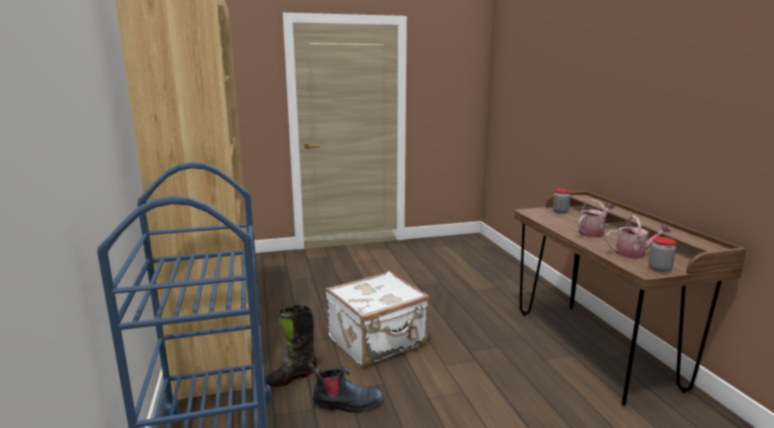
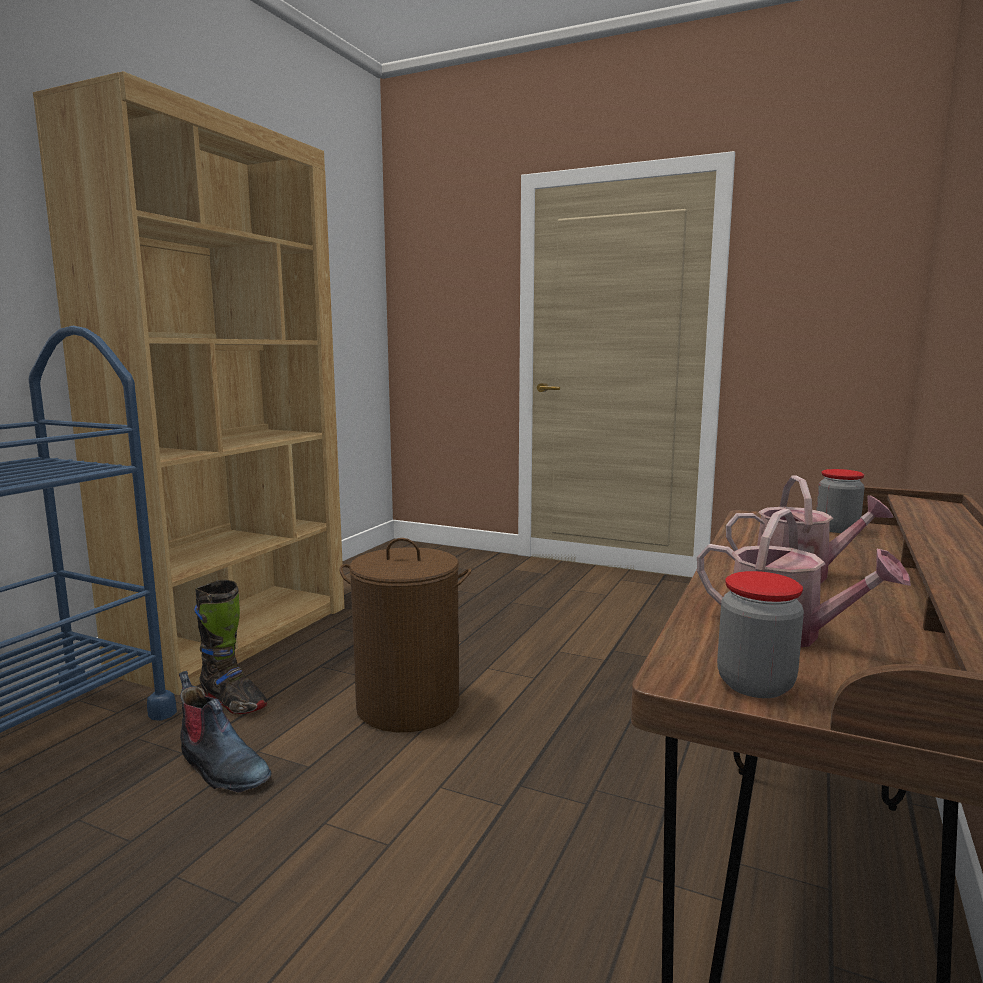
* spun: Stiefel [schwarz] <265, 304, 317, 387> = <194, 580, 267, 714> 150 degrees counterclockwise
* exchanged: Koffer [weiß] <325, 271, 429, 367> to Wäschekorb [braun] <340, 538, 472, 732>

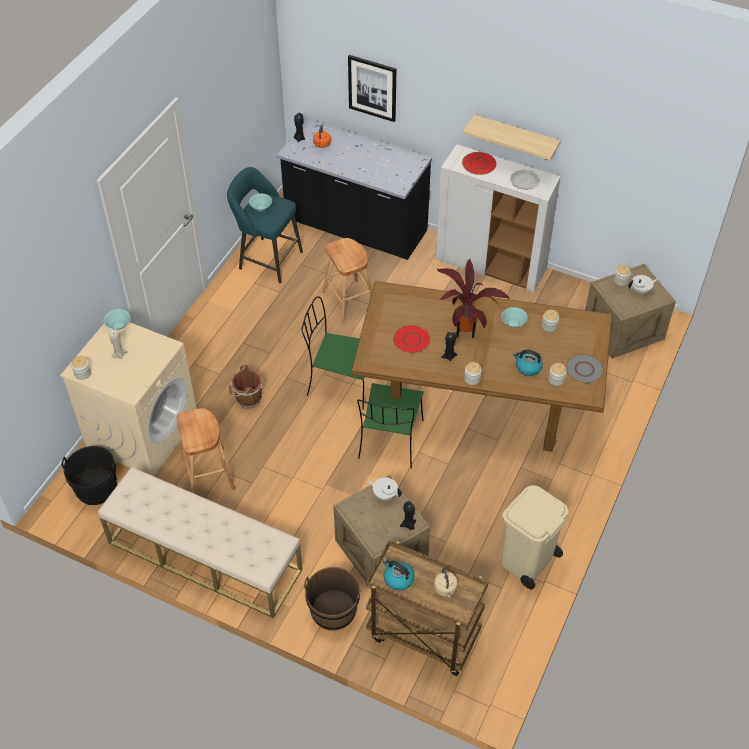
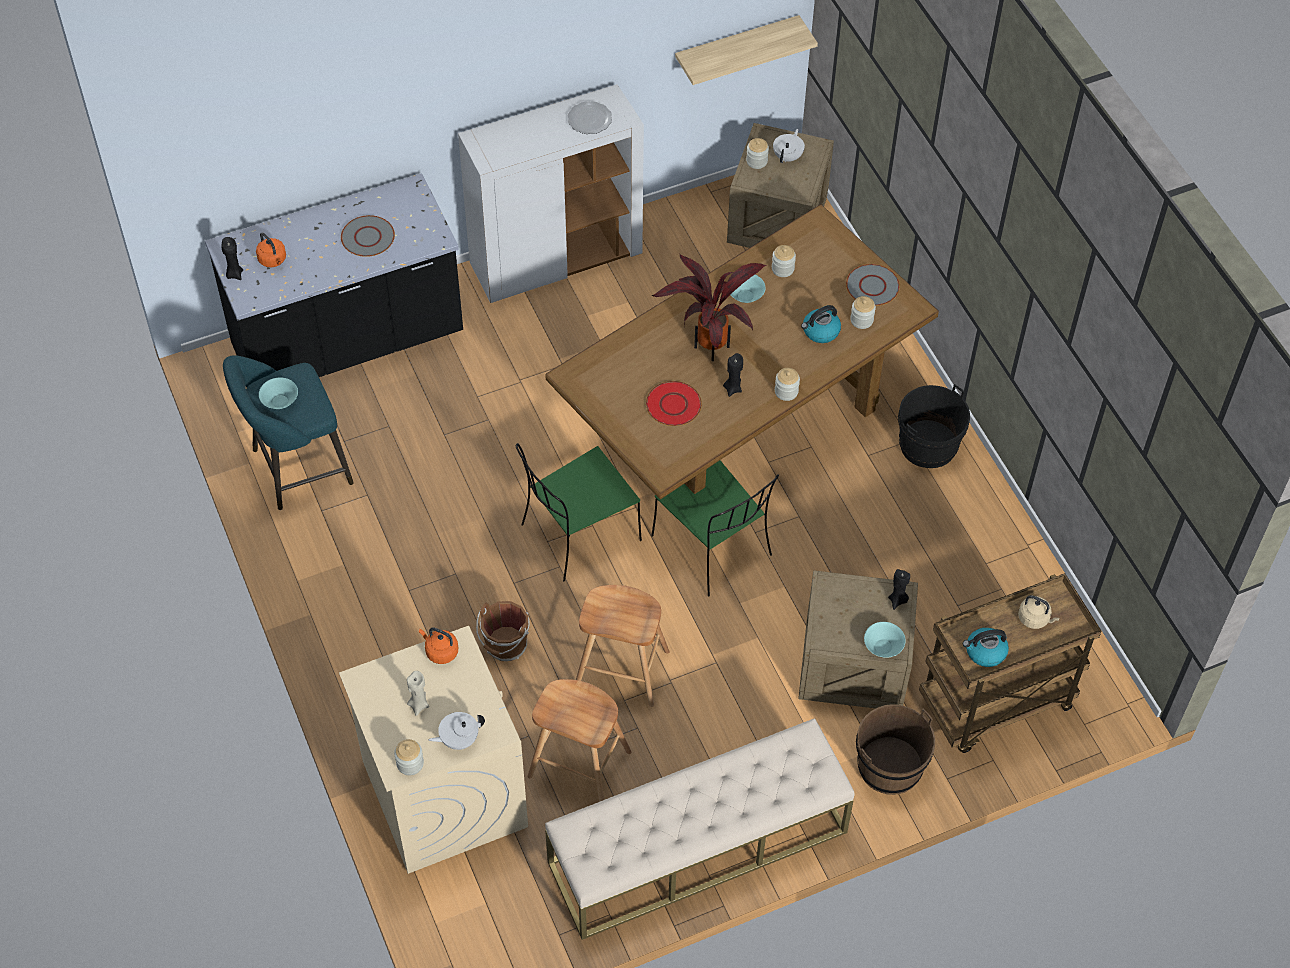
* relocated: Eimer [schwarz] <61, 446, 117, 505> to <898, 384, 970, 468>
* relocated: Schüssel [türkis] <103, 309, 131, 330> to <864, 622, 906, 658>
* relocated: Hocker [braun] <322, 238, 372, 323> to <576, 585, 669, 707>
* missing: Bild <348, 55, 396, 122>
* relocated: Teekanne [weiß] <368, 477, 402, 501> to <429, 712, 485, 750>
* missing: Teller [rot] <462, 152, 497, 175>
* relocated: Wandregal <463, 115, 561, 160> to <675, 15, 818, 85>
* missing: Mülleimer [beige] <501, 485, 568, 590>
* appeared: Teller [grau] <341, 215, 395, 257>
* appeared: Wasserkessel [orange] <419, 628, 458, 664>

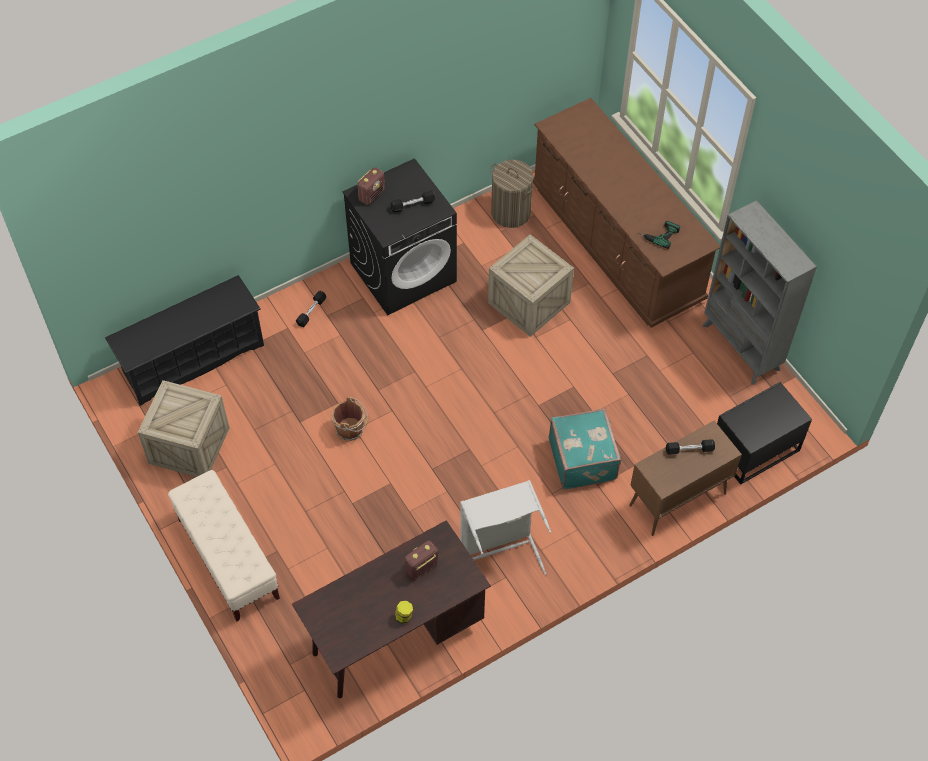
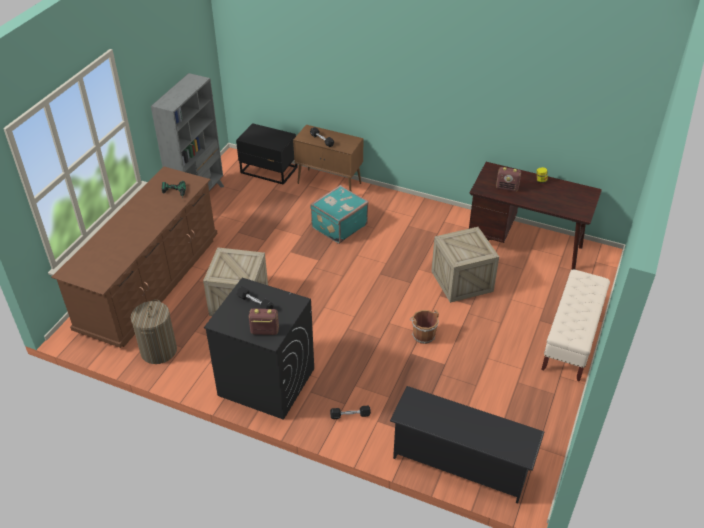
* relocated: Kiste <138, 380, 230, 477> to <431, 227, 499, 303>
* missing: Wäschekorb [grau] <460, 480, 551, 575>

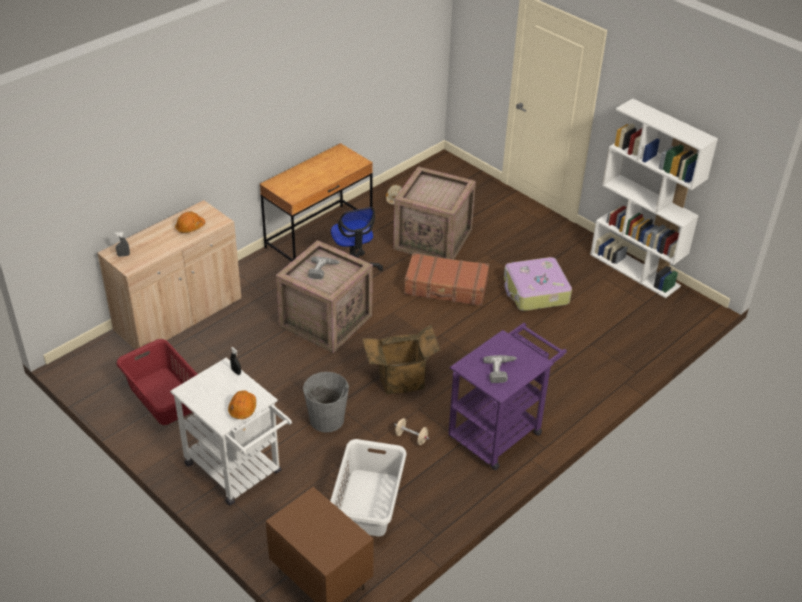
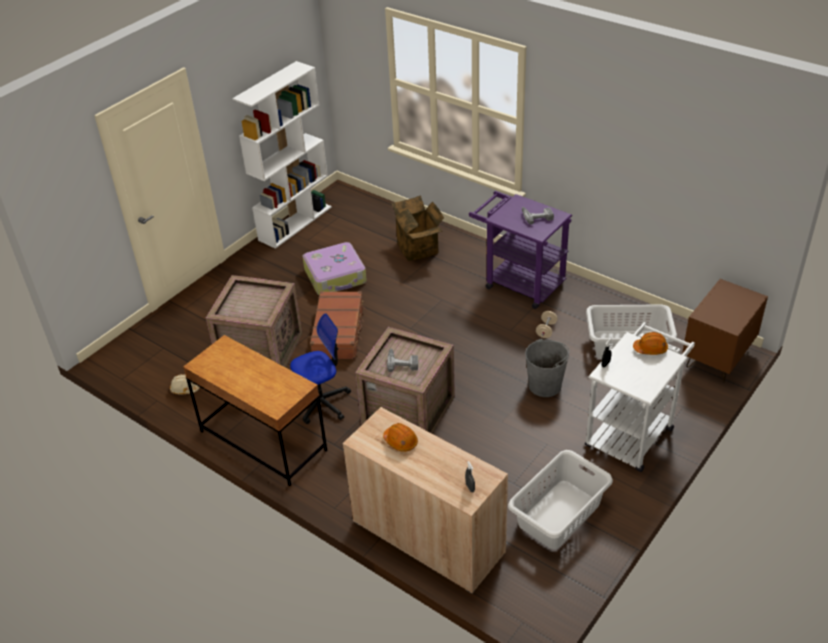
* colour: Wäschekorb [rot] <116, 339, 198, 425> to Wäschekorb [weiß] <508, 450, 613, 549>
* relocated: Karton <362, 325, 440, 394> to <391, 195, 444, 261>

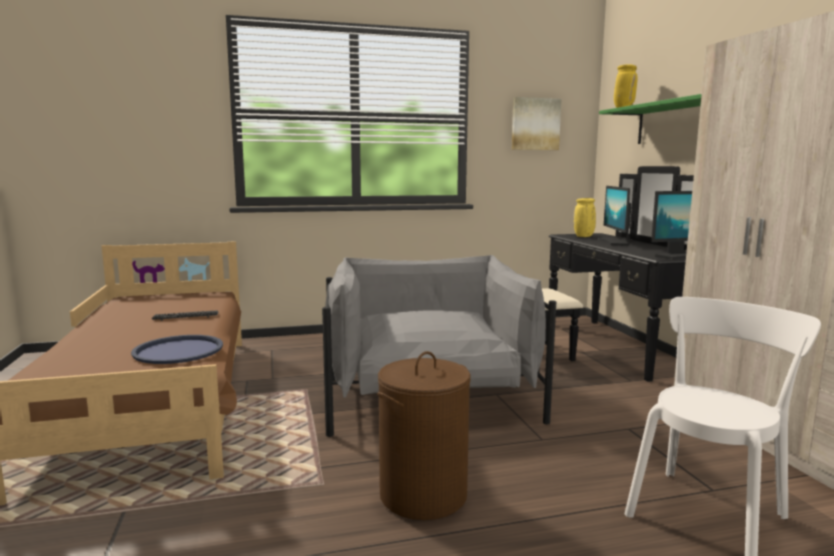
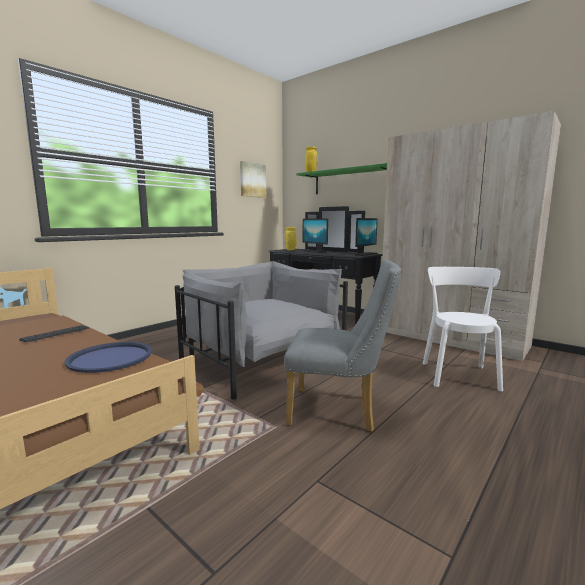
* exchanged: Wäschekorb [braun] <377, 351, 471, 520> to Stuhl [grau] <284, 260, 402, 432>

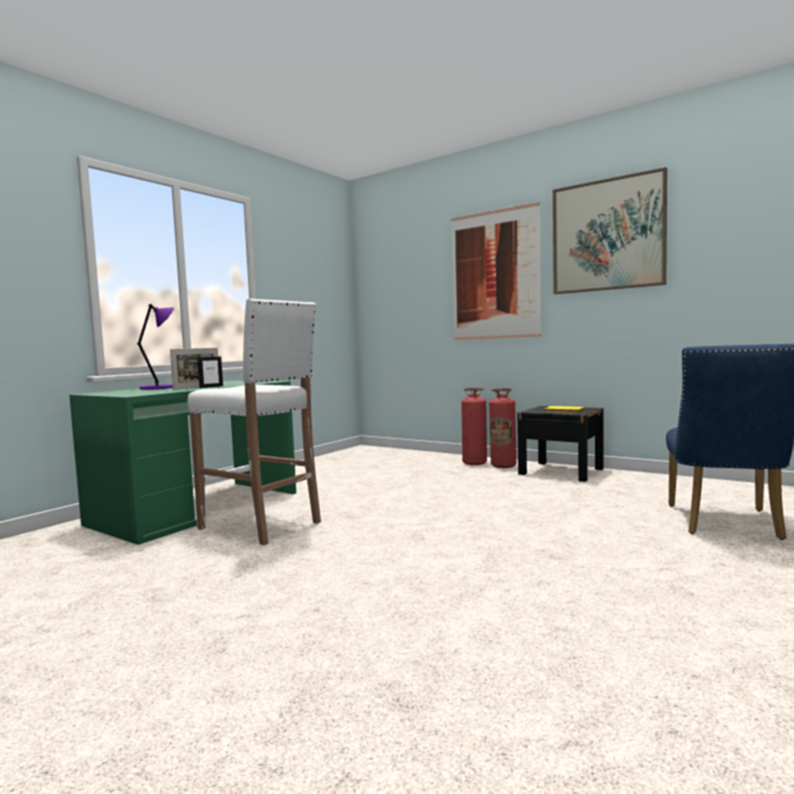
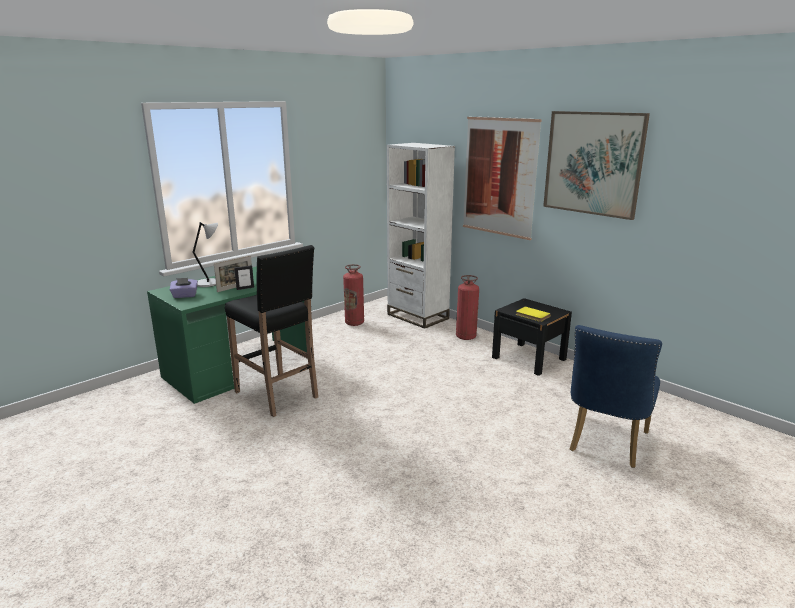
* colour: Tischlampe [lila] <137, 304, 174, 390> to Tischlampe [grau] <192, 222, 218, 287>
* colour: Hocker [weiß] <188, 298, 321, 545> to Hocker [schwarz] <225, 245, 318, 417>
* relocated: Feuerlöscher <489, 388, 517, 468> to <343, 264, 364, 326>
* appeared: Taschentuchbox [lila] <170, 278, 198, 298>
* appeared: Bücherregal [weiß] <387, 143, 455, 329>

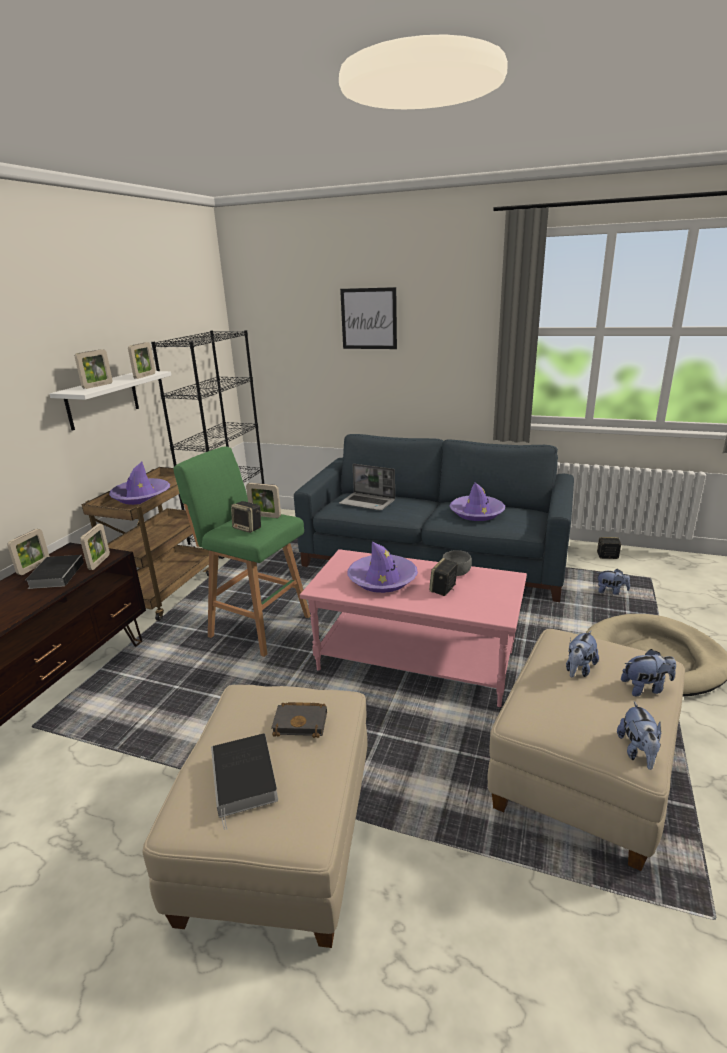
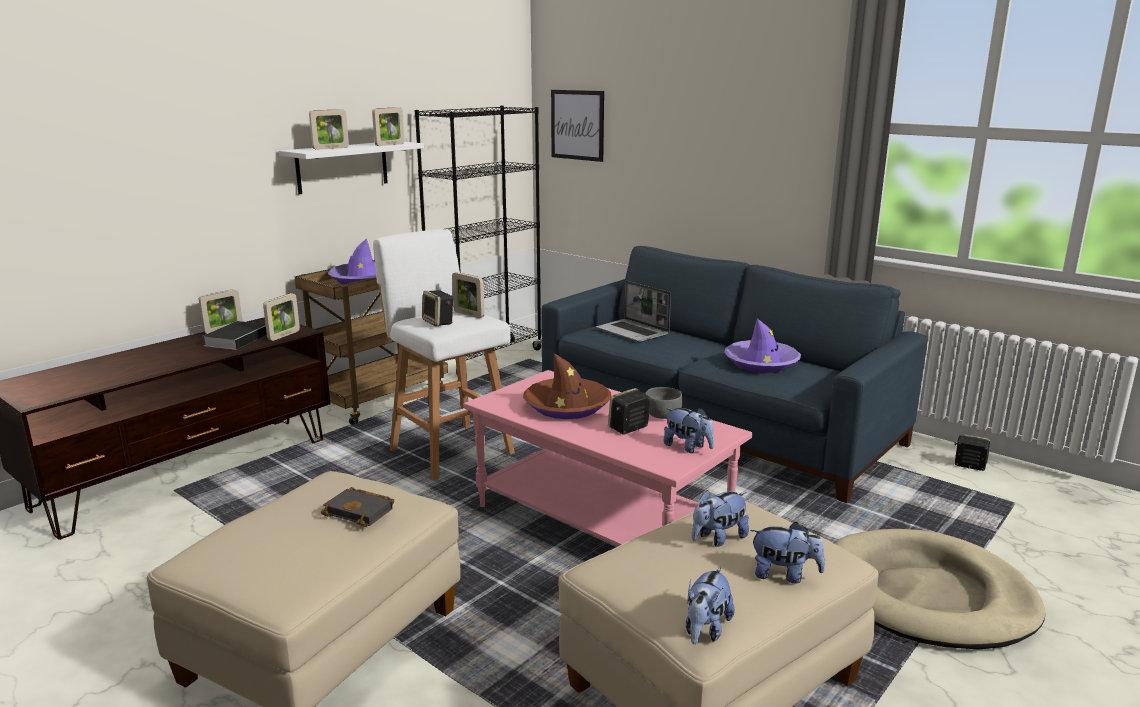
* colour: Hocker [grün] <173, 446, 311, 657> to Hocker [weiß] <373, 229, 515, 481>
* missing: Buch <211, 733, 278, 830>
* relocated: Bild <340, 287, 397, 349> to <551, 90, 604, 162>
* colour: Hut [lila] <347, 541, 418, 593> to Hut [braun] <523, 353, 611, 419>
* relocated: Plüschtier <596, 569, 630, 595> to <663, 408, 714, 453>

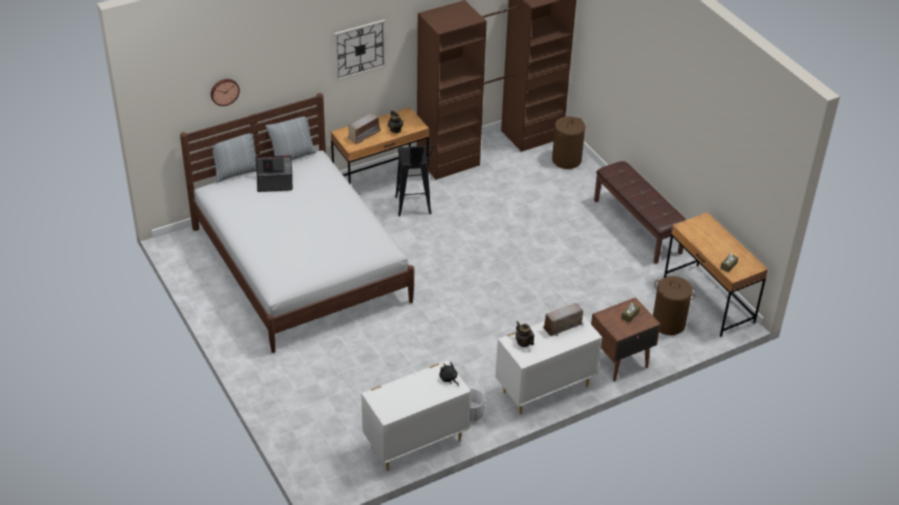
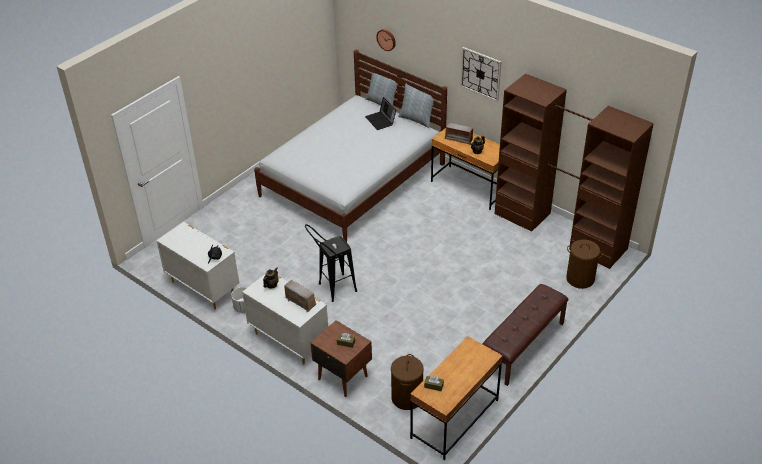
* relocated: Hocker [schwarz] <395, 145, 435, 216> to <305, 224, 357, 302>

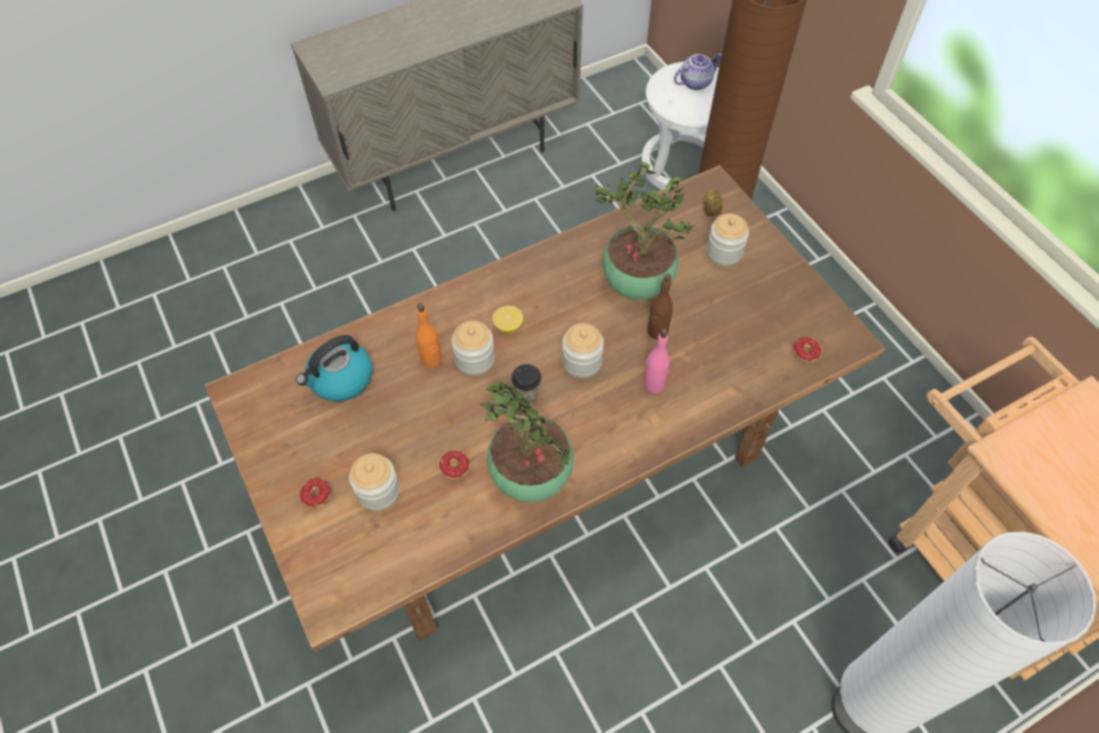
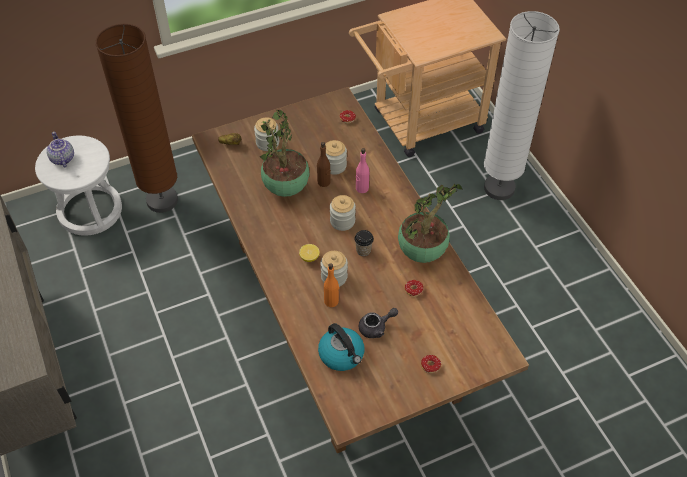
* relocated: Vorratsglas <349, 453, 400, 511> to <325, 140, 347, 175>
* appeared: Teekanne [grau] <359, 308, 398, 338>

